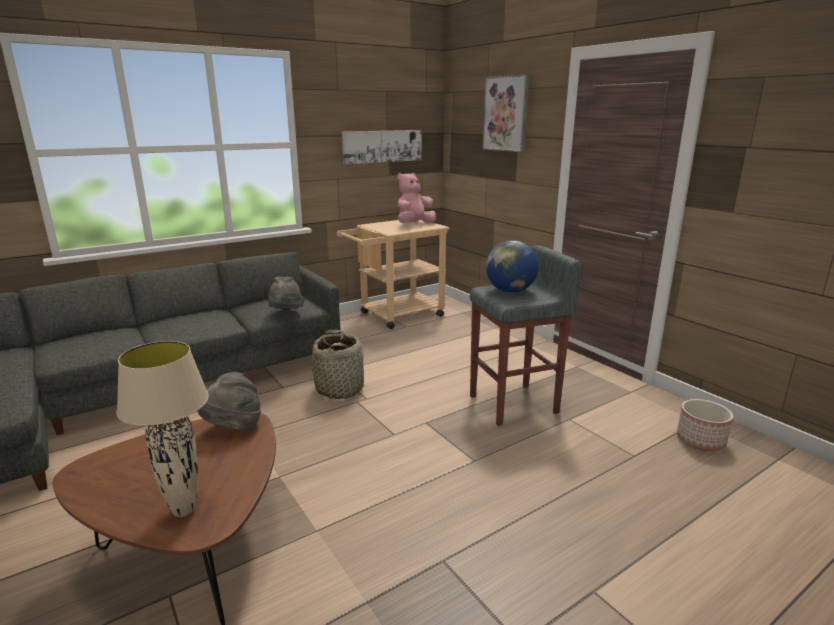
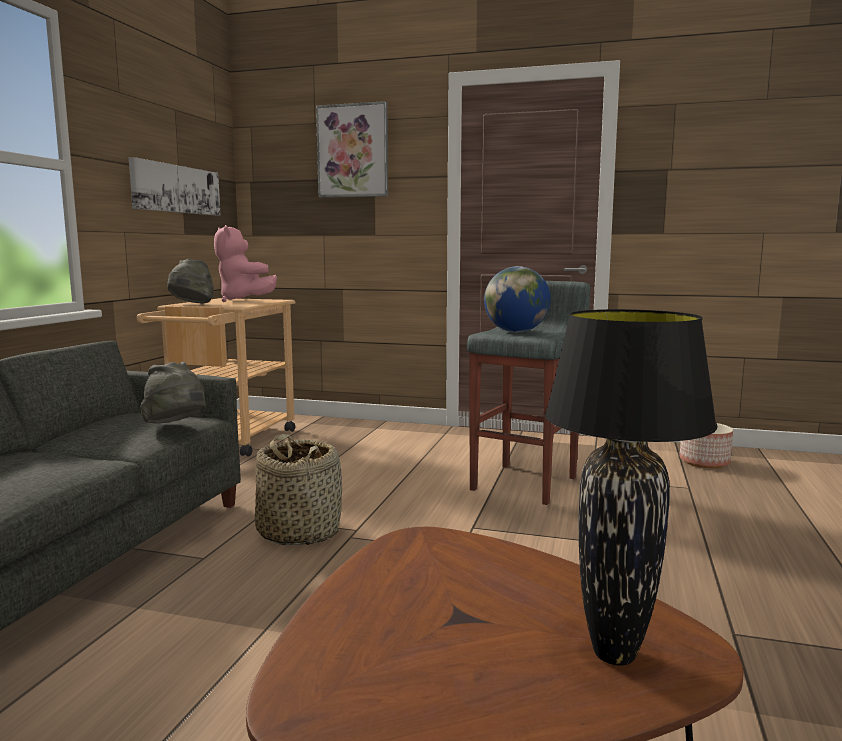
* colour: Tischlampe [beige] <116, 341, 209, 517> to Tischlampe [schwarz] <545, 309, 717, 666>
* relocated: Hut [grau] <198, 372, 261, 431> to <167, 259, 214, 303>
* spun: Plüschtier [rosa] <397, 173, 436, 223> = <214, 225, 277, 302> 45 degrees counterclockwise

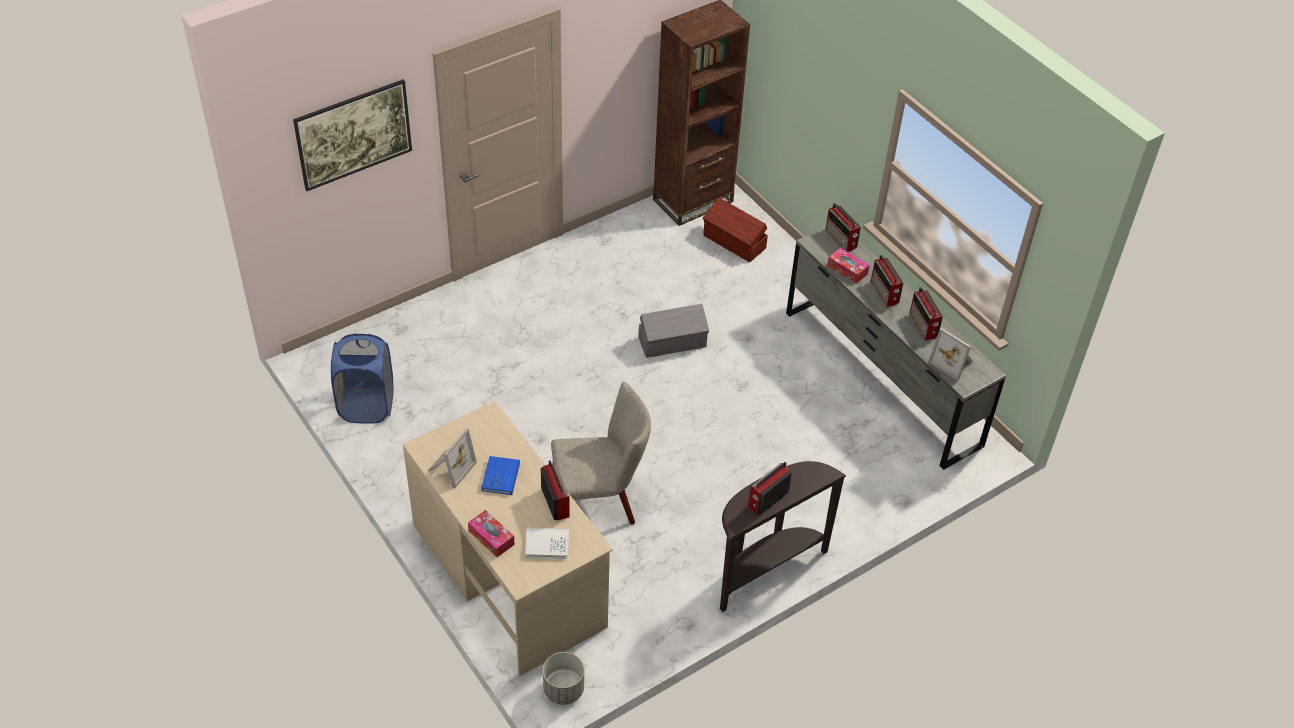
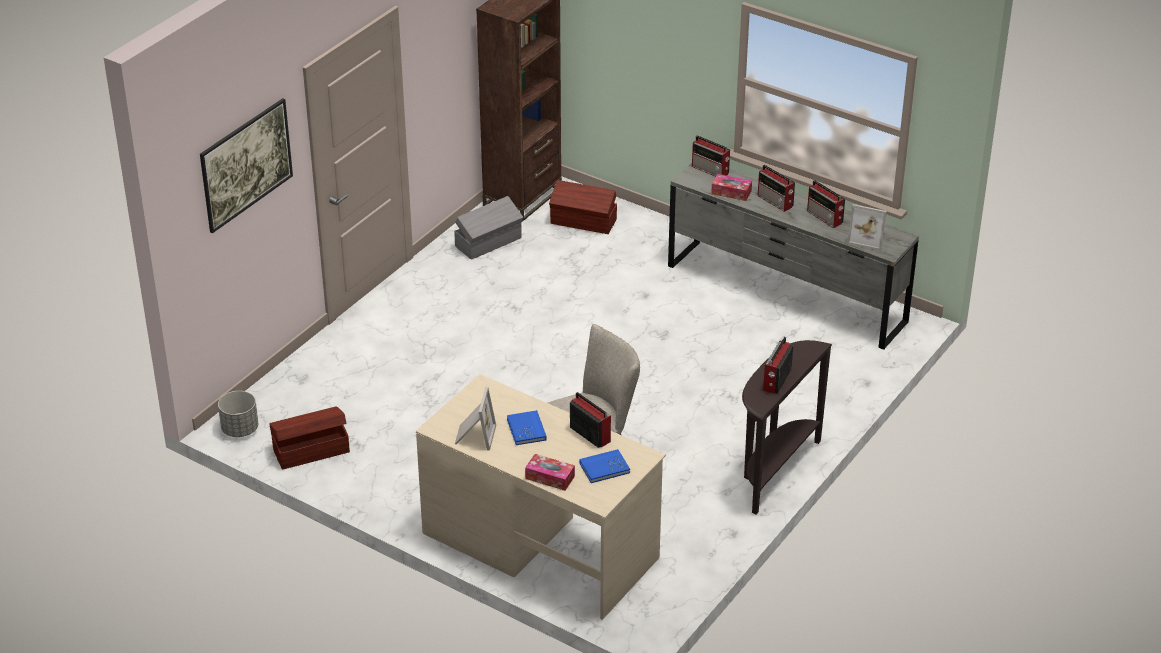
* exchanged: Wäschekorb [blau] <331, 333, 394, 424> to Aufbewahrungsbox [braun] <269, 406, 350, 470>
* colour: Buch [weiß] <525, 528, 569, 559> to Buch [blau] <579, 449, 630, 483>
* relocated: Pflanzkübel [grau] <543, 652, 584, 705> to <218, 391, 258, 437>
* relocated: Aufbewahrungsbox [grau] <639, 304, 709, 358> to <454, 196, 523, 260>

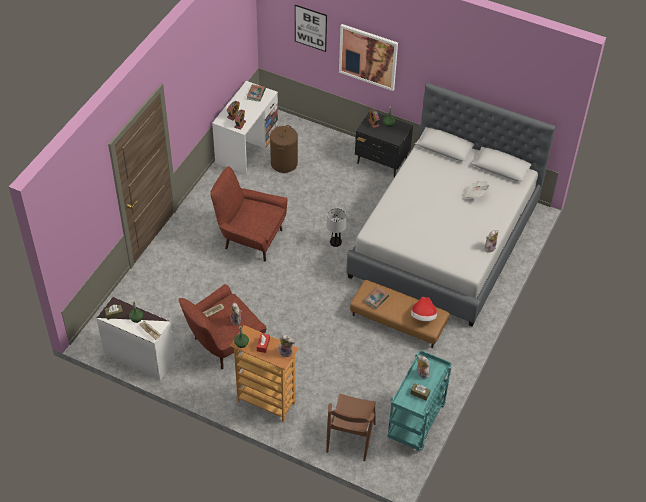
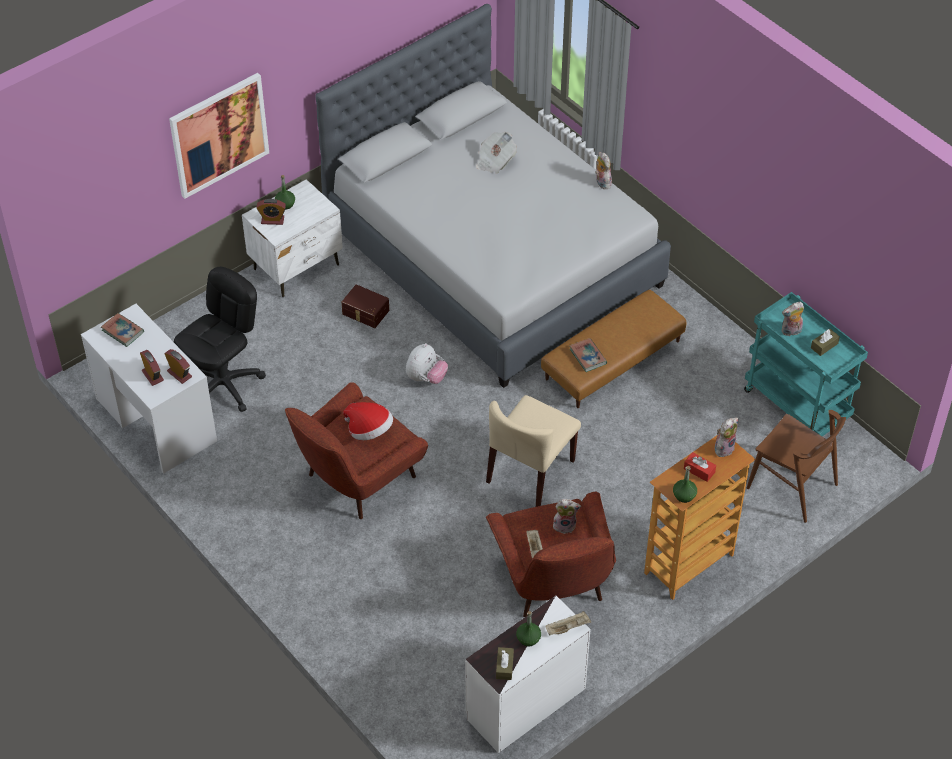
* exchanged: Wäschekorb [braun] <270, 125, 298, 173> to Bürostuhl [schwarz] <174, 267, 266, 412>
* missing: Bild <295, 5, 327, 52>
* exchanged: Tischlampe <326, 208, 347, 247> to Plüschtier <406, 343, 448, 384>
* colour: Nachttisch [schwarz] <355, 112, 413, 177> to Nachttisch [weiß] <242, 179, 343, 297>
* relocated: Hut <411, 297, 437, 321> to <343, 402, 393, 440>
* appeared: Aufbewahrungsbox [braun] <341, 284, 389, 328>
* appeared: Stuhl [beige] <486, 395, 581, 507>

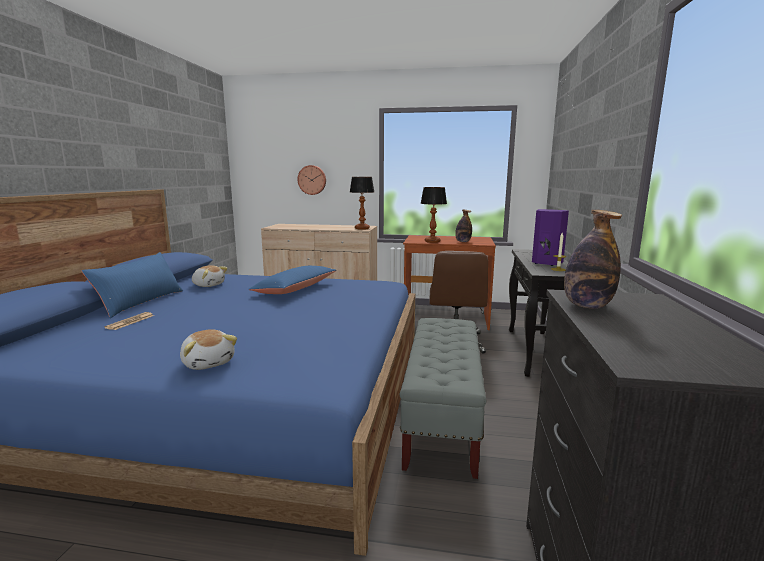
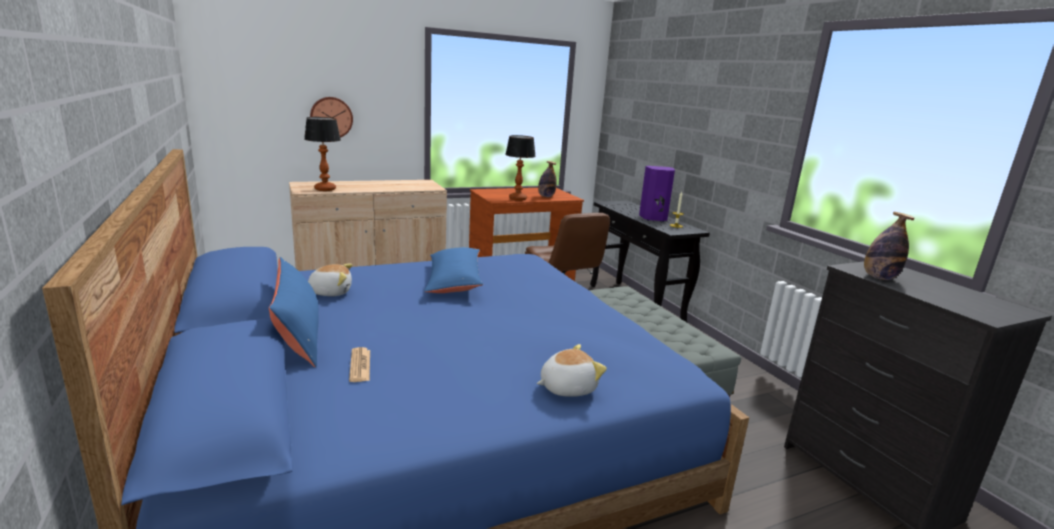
* spun: Plüschtier <180, 329, 237, 370> = <537, 344, 607, 397> 45 degrees counterclockwise
* relocated: Tischlampe <350, 177, 374, 230> to <304, 117, 341, 191>

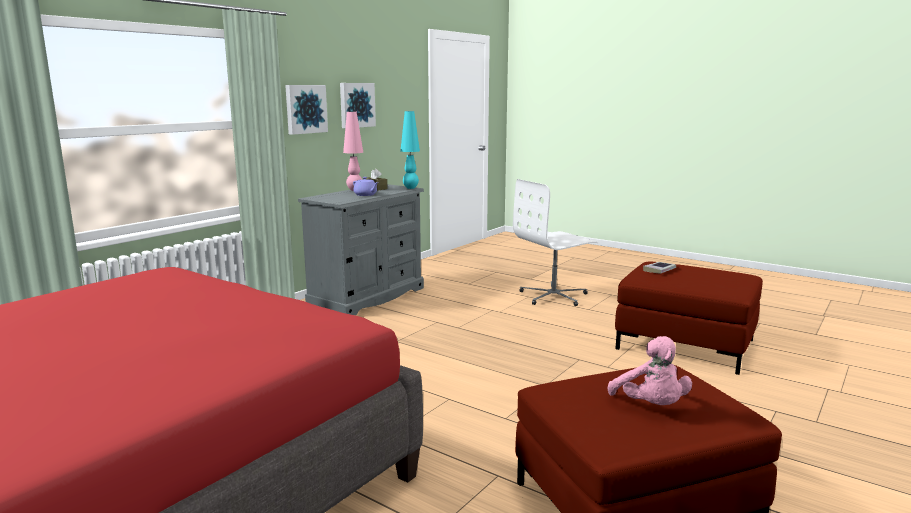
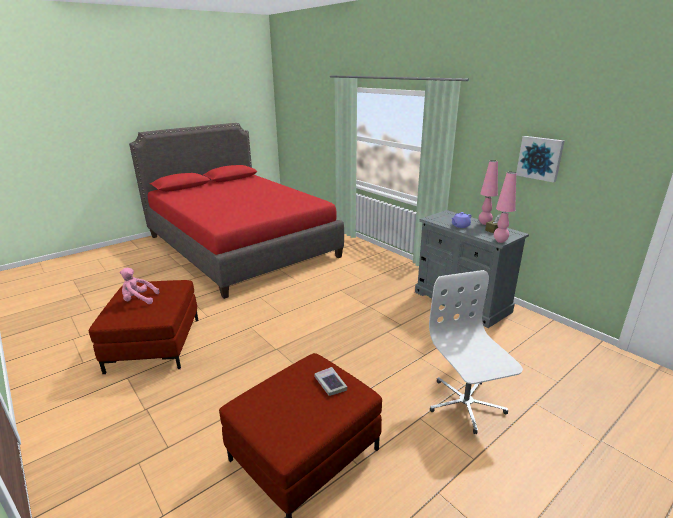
* missing: Bild <285, 85, 328, 135>
* colour: Tischlampe [türkis] <400, 111, 420, 189> to Tischlampe [rosa] <494, 172, 516, 243>

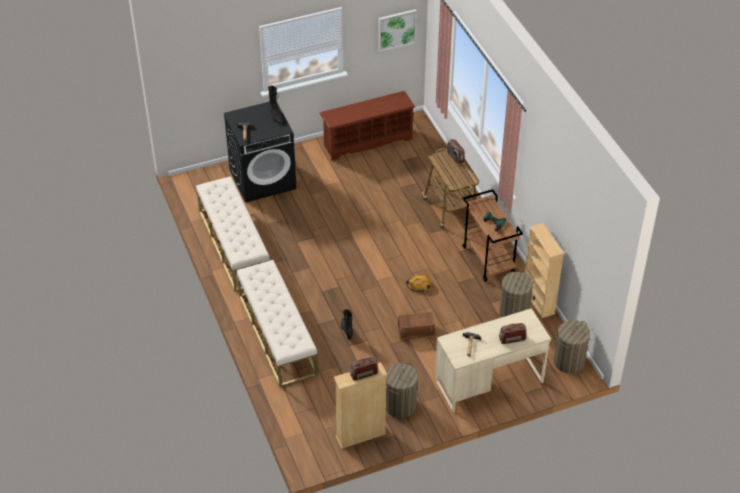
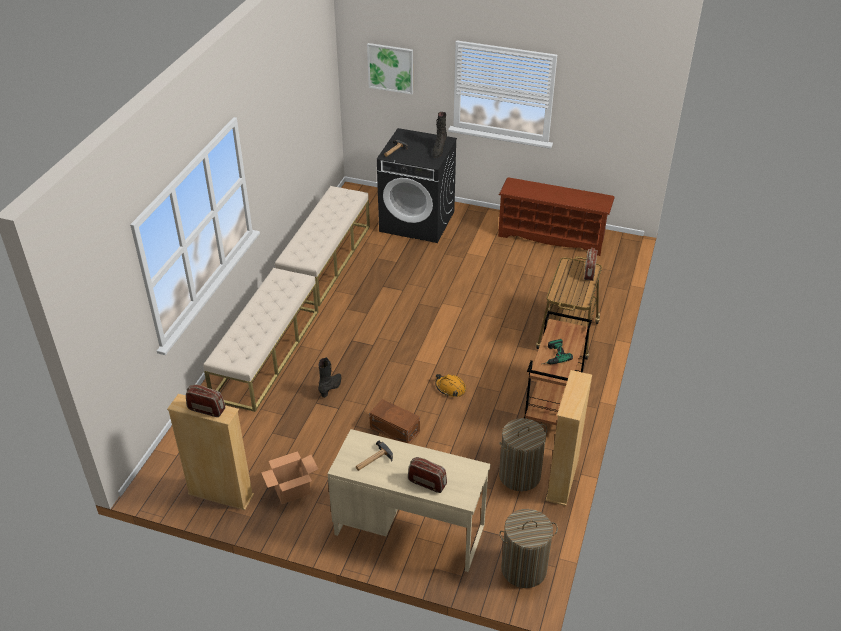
* relocated: Bild <378, 9, 417, 52> to <367, 43, 413, 94>
* exchanged: Wäschekorb <386, 363, 418, 418> to Karton <261, 451, 318, 504>

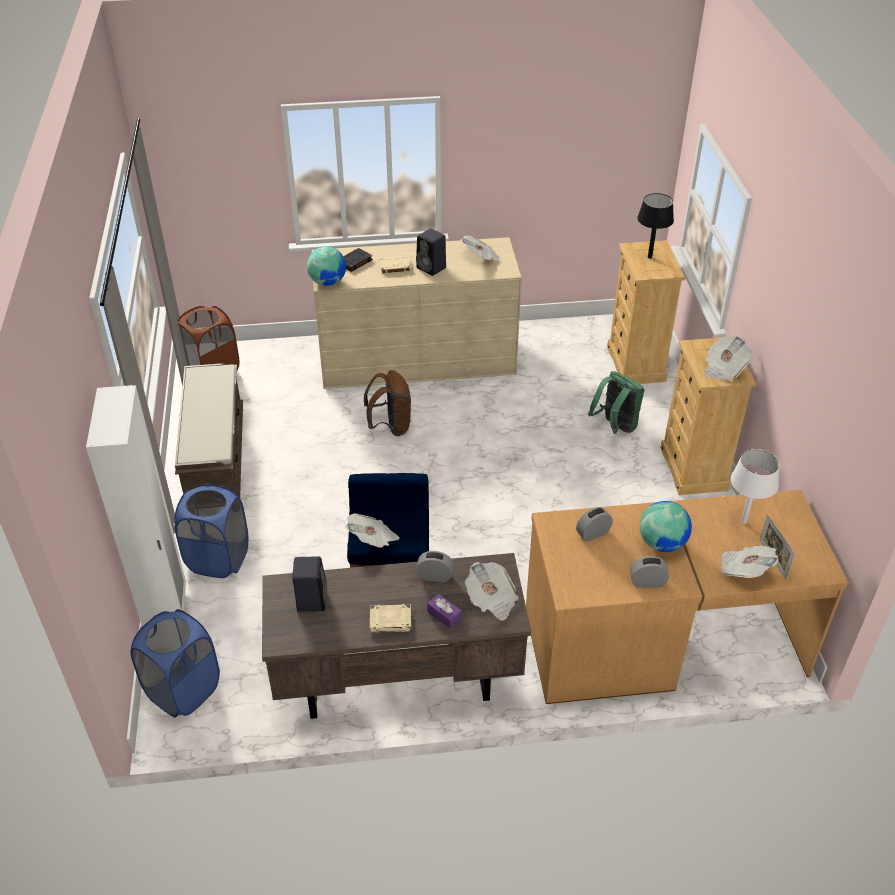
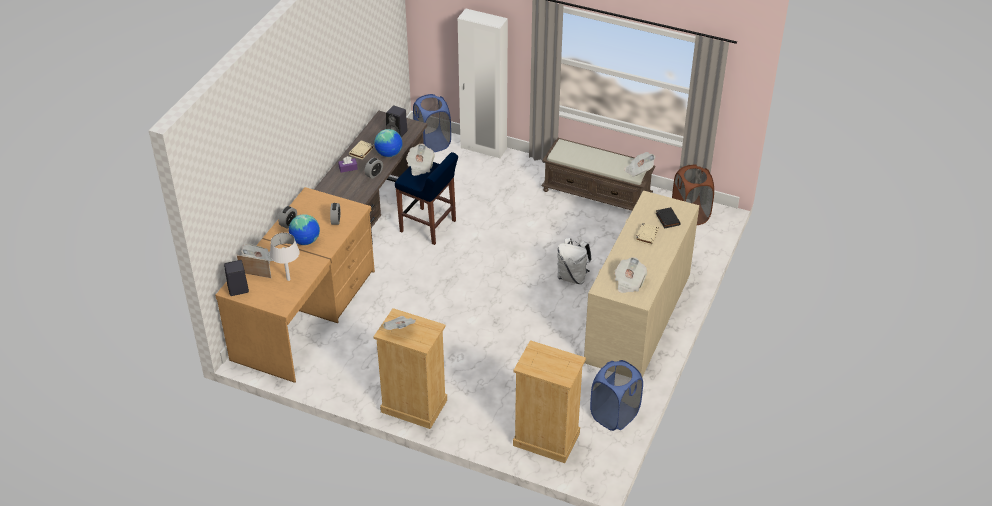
* relocated: Wäschekorb [blau] <174, 484, 248, 578> to <590, 360, 643, 431>
* relocated: Globus <307, 246, 346, 286> to <374, 129, 403, 157>
* colour: Rucksack [braun] <364, 370, 411, 436> to Rucksack [weiß] <557, 238, 592, 284>
* relocated: Lautsprecher [schwarz] <416, 228, 446, 276> to <224, 260, 249, 296>
* relocated: Zeitung <465, 562, 519, 621> to <624, 152, 656, 177>
* missing: Rucksack [grün] <588, 371, 644, 434>
* missing: Tischlampe [schwarz] <637, 193, 674, 258>

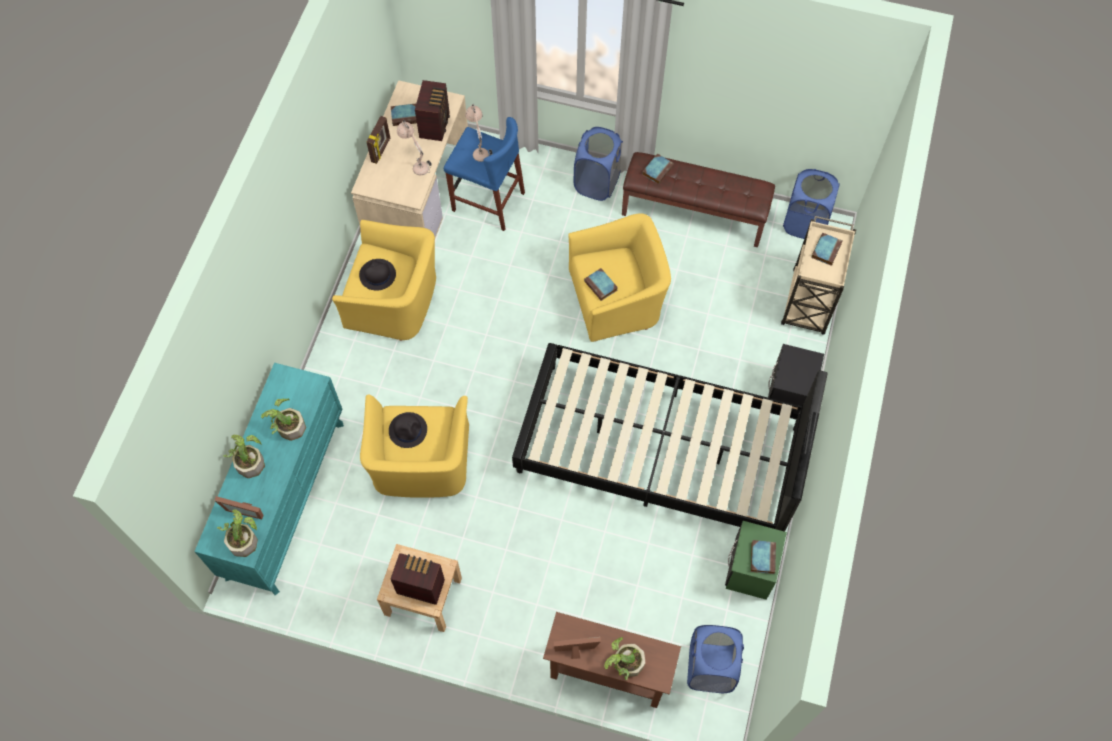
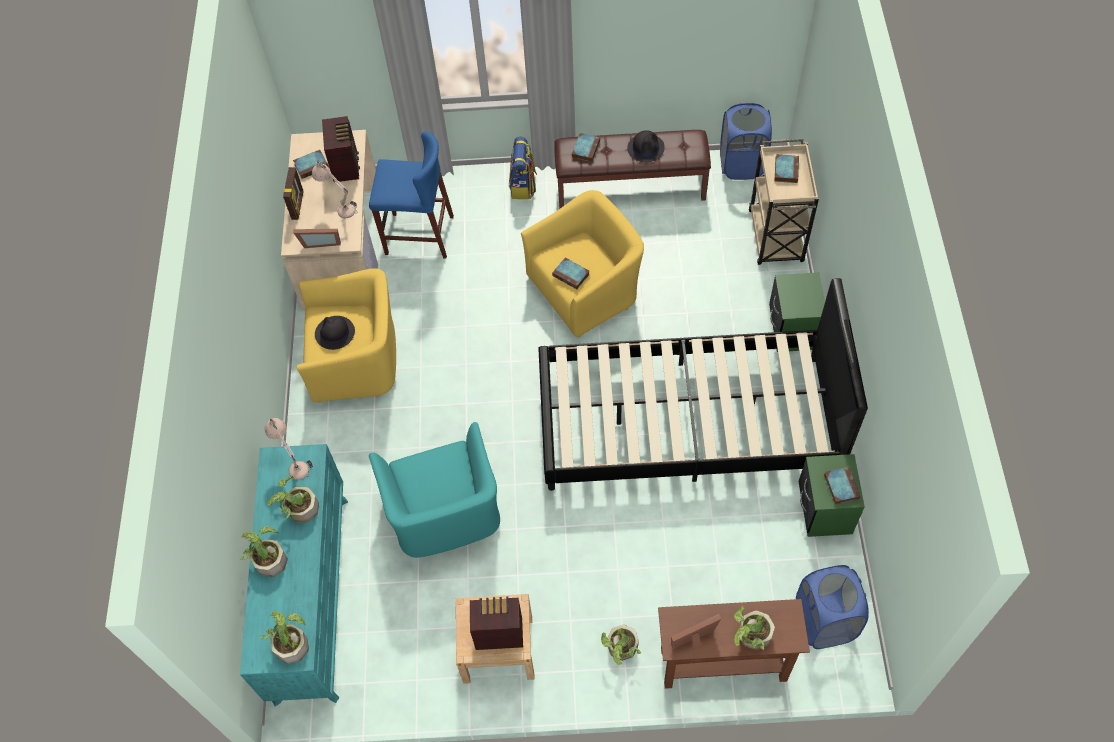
* relocated: Bilderrahmen <214, 496, 264, 519> to <293, 229, 341, 248>
* colour: Sessel [gelb] <360, 394, 469, 498> to Sessel [türkis] <369, 422, 500, 558>
* relocated: Hut [schwarz] <389, 412, 427, 448> to <627, 130, 665, 162>
* relocated: Tischlampe [beige] <465, 104, 493, 162> to <265, 418, 313, 480>
* exchanged: Wäschekorb [blau] <574, 127, 623, 201> to Rucksack <509, 137, 537, 199>
* colour: Nachttisch [schwarz] <768, 344, 824, 420> to Nachttisch [grün] <769, 272, 825, 352>
* appeared: Topfpflanze <601, 625, 641, 665>

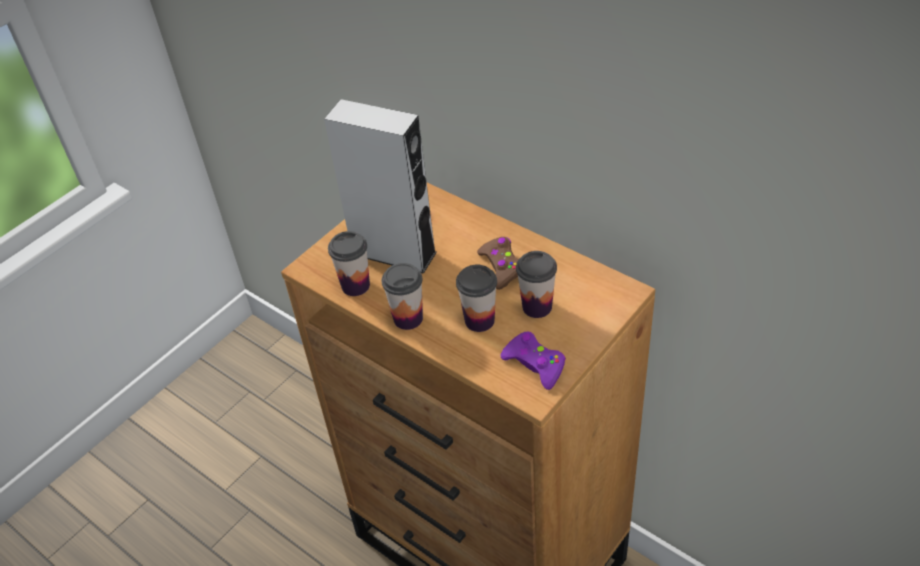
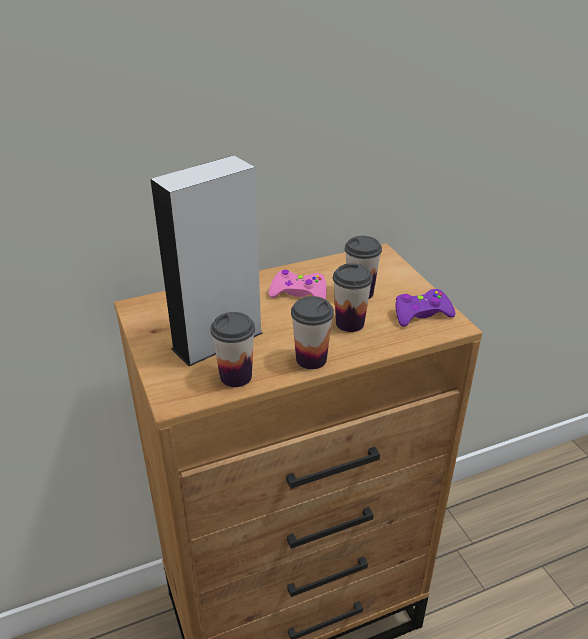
* colour: Gamepad [braun] <477, 237, 519, 290> to Gamepad [rosa] <269, 270, 327, 299>

